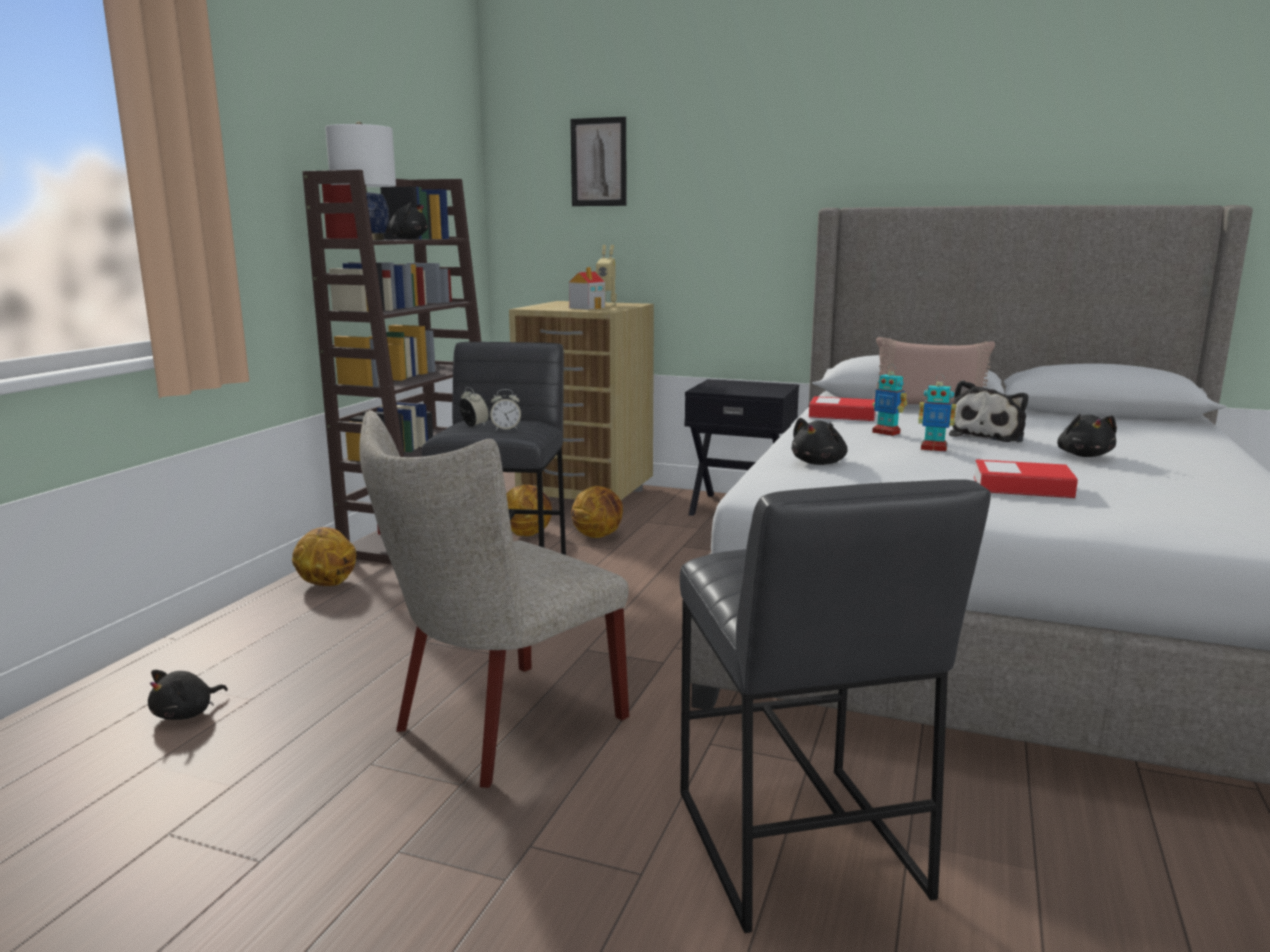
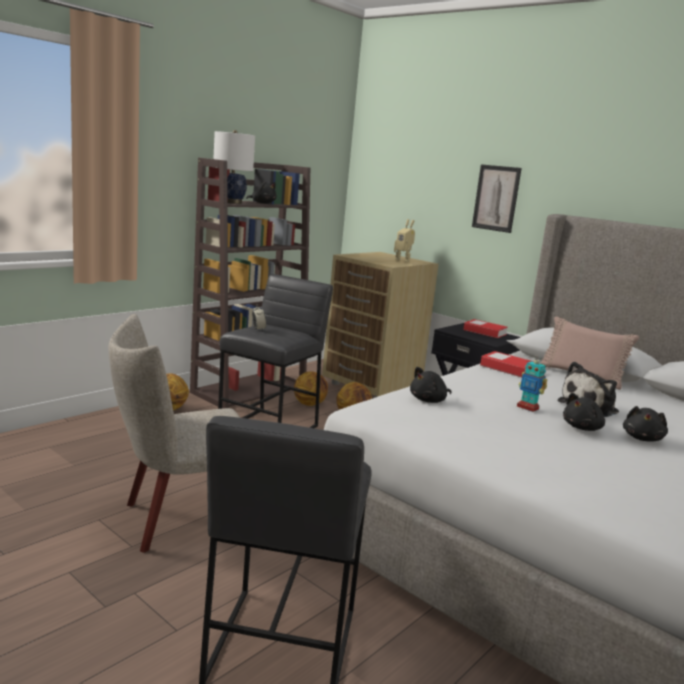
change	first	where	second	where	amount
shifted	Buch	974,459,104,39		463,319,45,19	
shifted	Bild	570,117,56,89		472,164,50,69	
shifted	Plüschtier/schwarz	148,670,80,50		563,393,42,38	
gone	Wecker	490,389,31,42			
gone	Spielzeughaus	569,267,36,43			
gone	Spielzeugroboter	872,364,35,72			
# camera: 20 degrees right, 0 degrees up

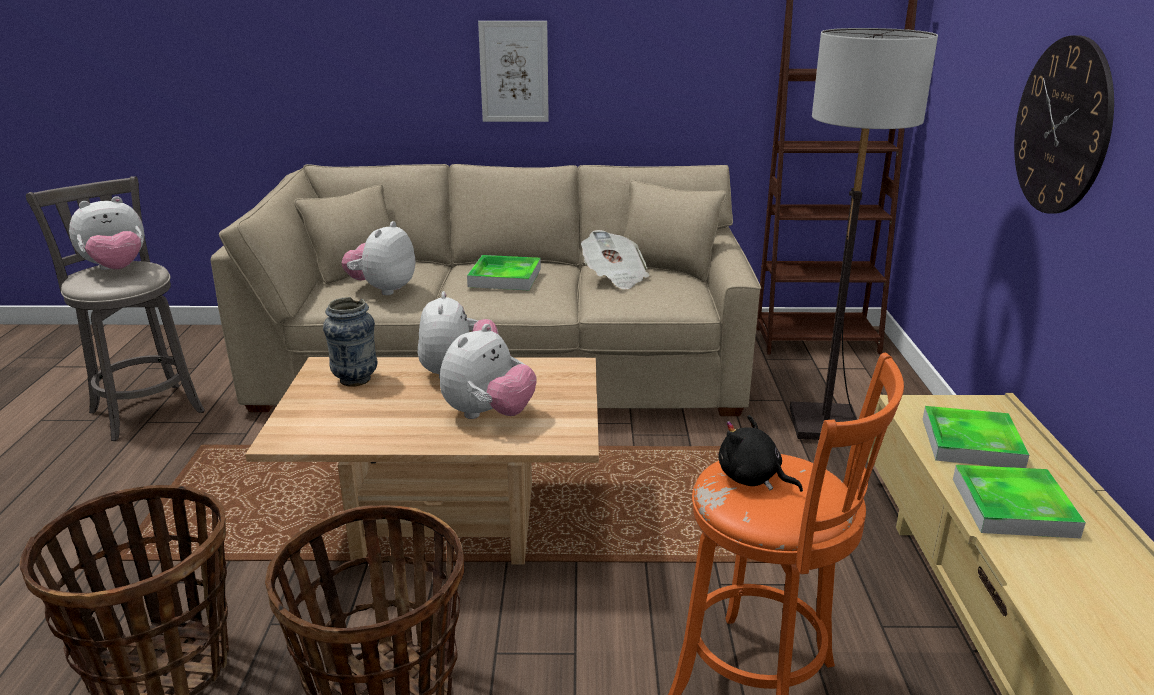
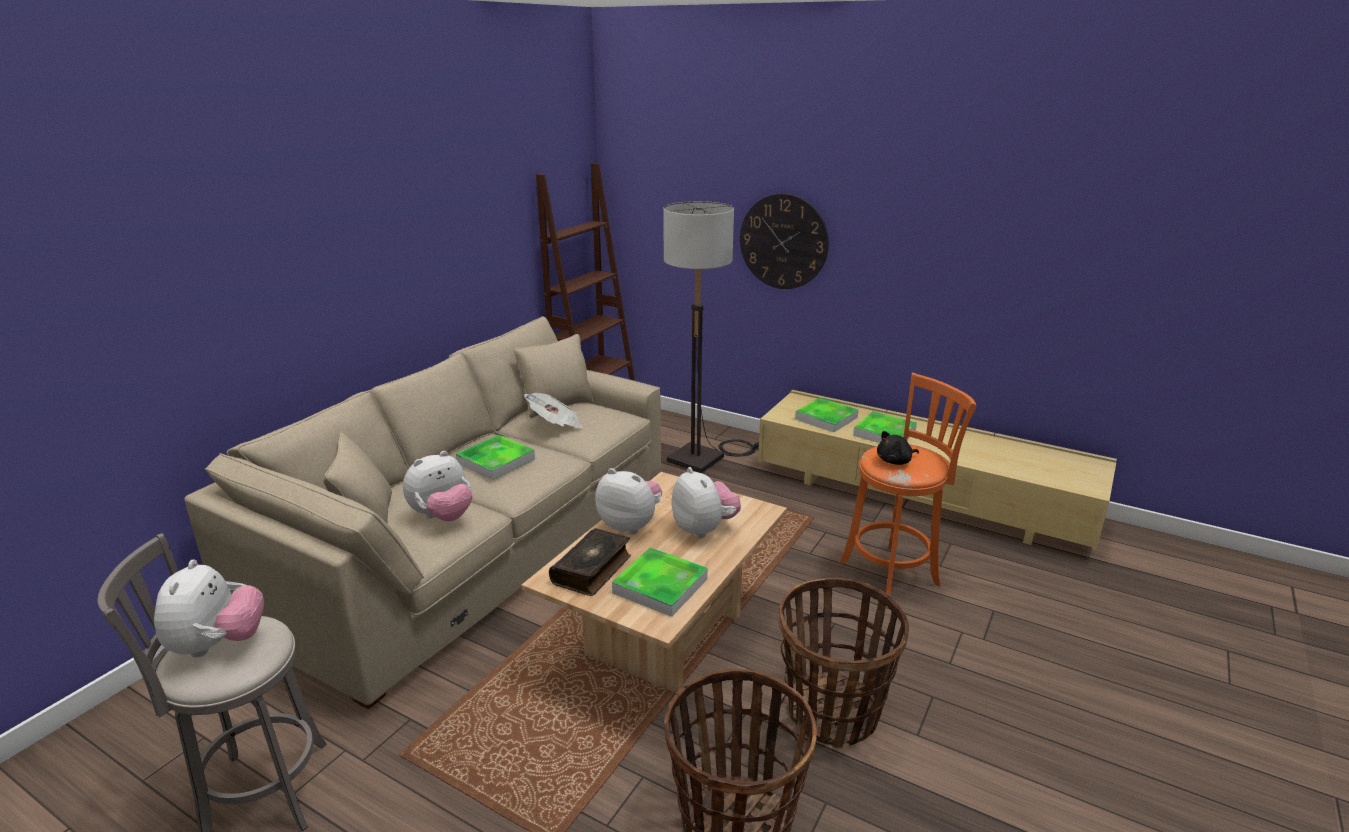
change	first	where	second	where	amount
rotated	Plüschtier	342,221,74,74		403,451,69,70	90 degrees counterclockwise
swapped	Vase	323,297,54,90	Buch	549,528,82,68	
new			Tablett	612,548,96,69	
gone	Bild	478,21,71,101			
# camera: 60 degrees left, 0 degrees up

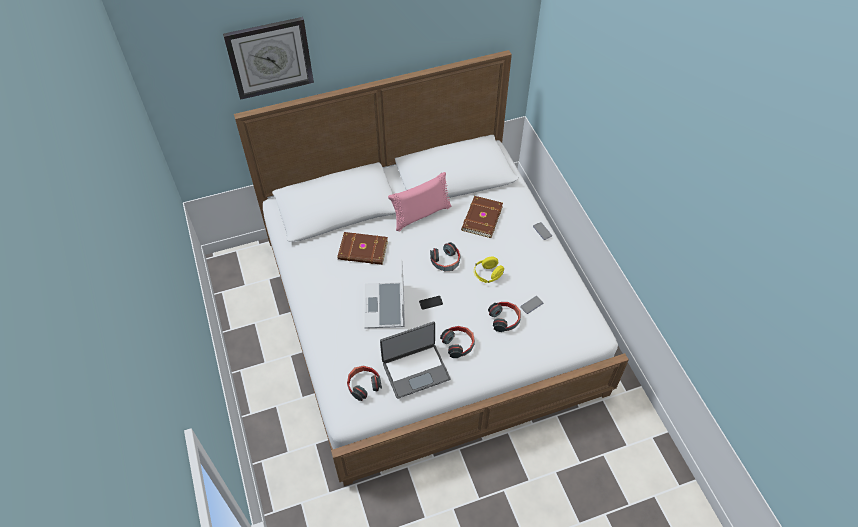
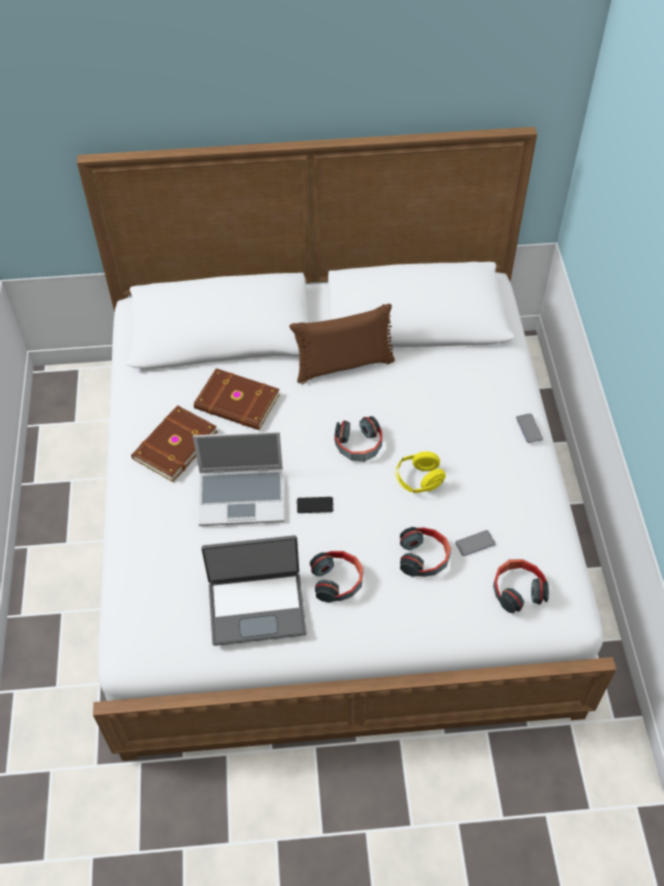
change	first	where	second	where	amount
shifted	Buch/braun	461,196,42,42		131,405,87,77	
rotated	Laptop	364,260,41,69		193,431,91,95	105 degrees counterclockwise
repainted	Kissen/rosa	388,172,63,59	Kissen/braun	289,304,106,80	
shifted	Kopfhörer	347,366,35,35		493,559,56,55	
gone	Wanduhr	223,17,91,83			
# camera: 15 degrees right, 0 degrees up

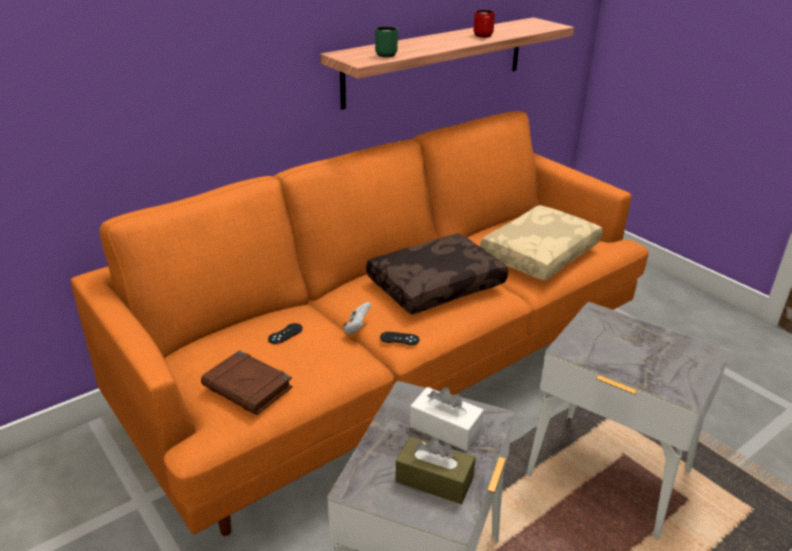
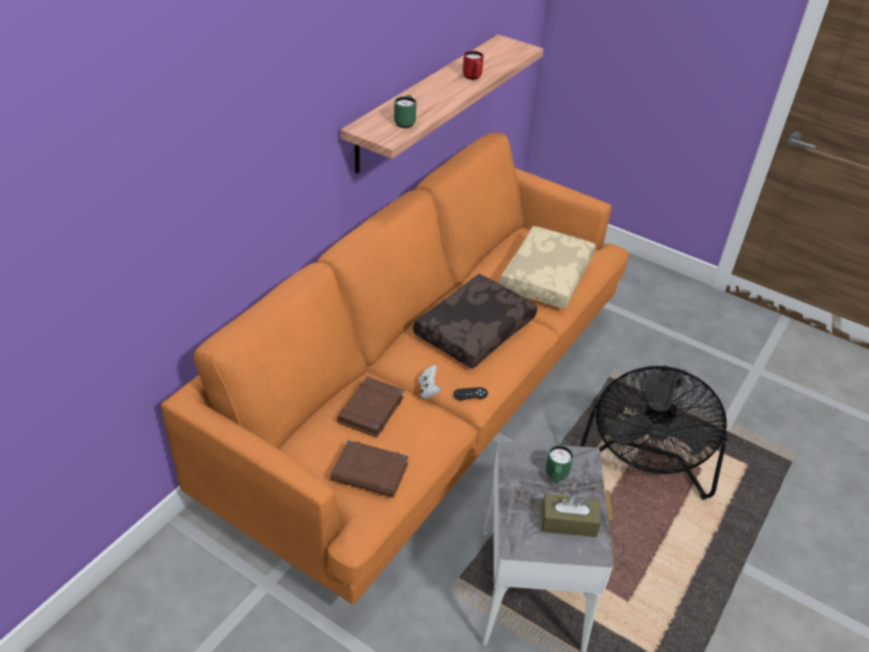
change	first	where	second	where	amount
swapped	Gamepad/schwarz	268,323,35,21	Buch/braun	337,377,67,61	
swapped	Taschentuchbox/weiß	410,387,74,64	Henkelbecher/grün	546,445,27,39	
swapped	Beistelltisch	526,302,204,238	Ventilator/schwarz	580,364,149,136	
# camera: 20 degrees left, 10 degrees up

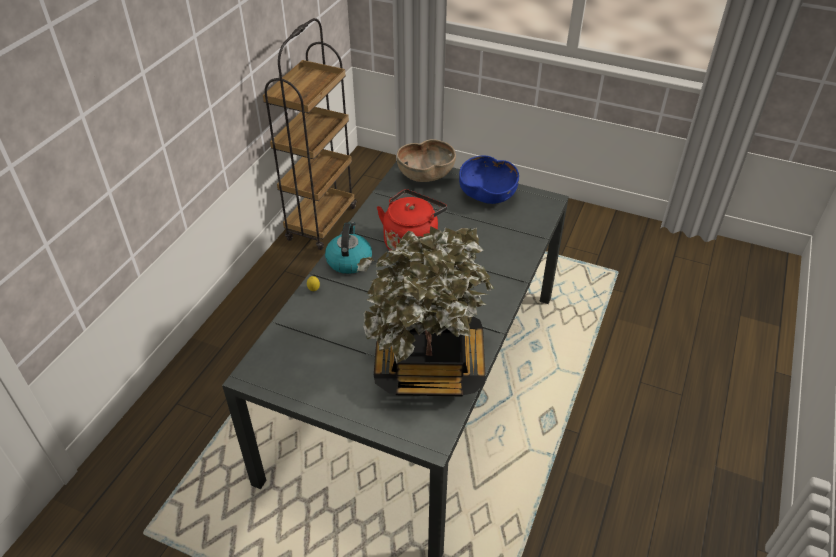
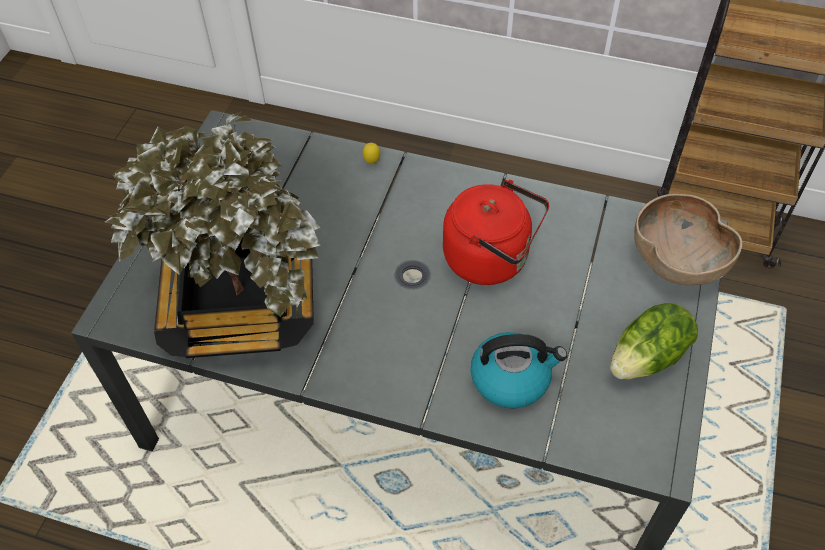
change	first	where	second	where	amount
shifted	Wasserkessel	325,222,47,52		471,332,96,76	
swapped	Schüssel/blau	459,156,60,48	Salatkopf	610,303,88,77	
# camera: 85 degrees right, 10 degrees up

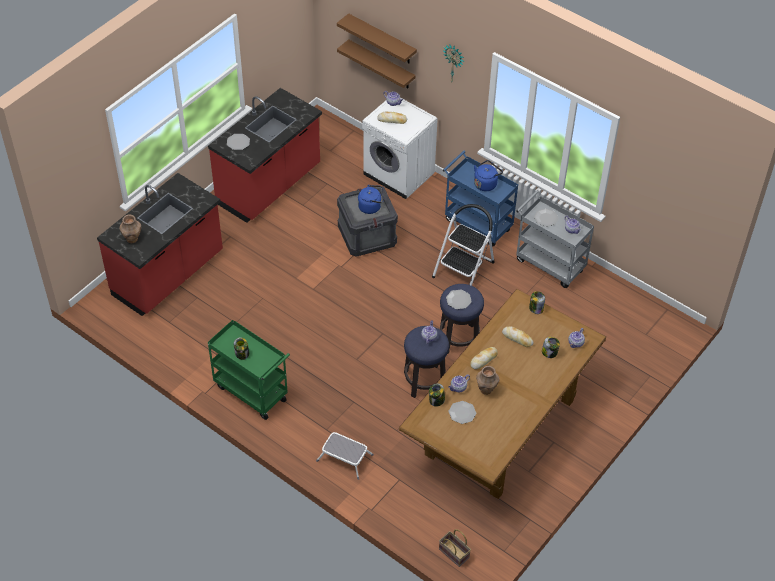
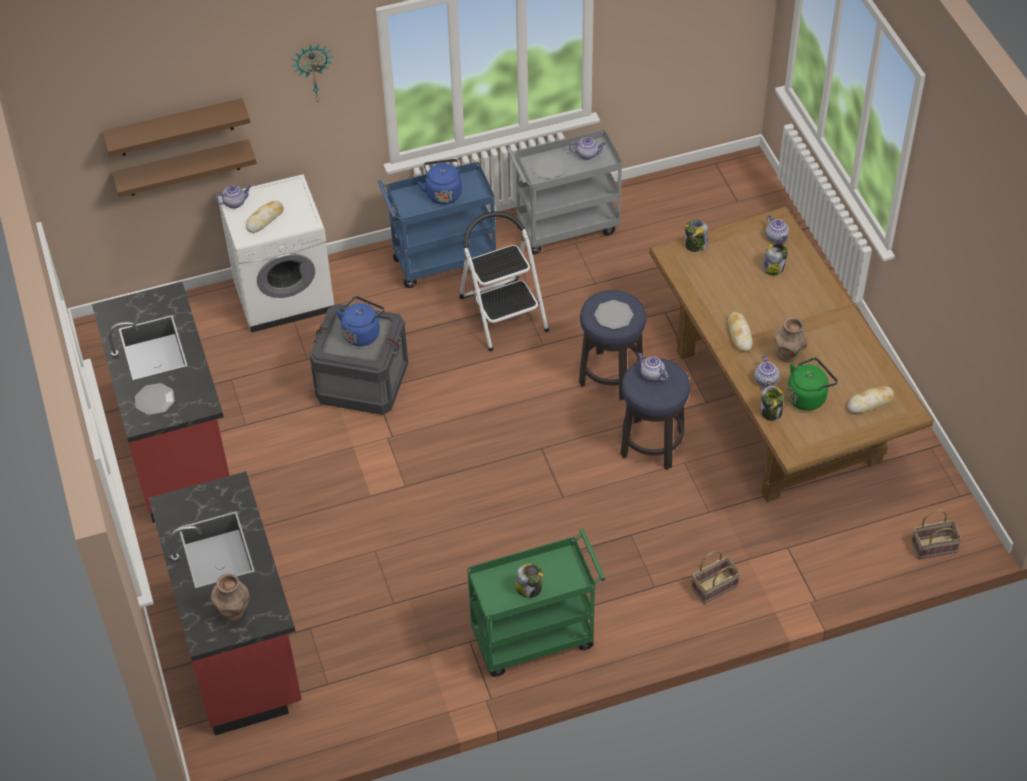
change	first	where	second	where	amount
swapped	Trittleiter/grau	316,432,58,48	Korb	691,550,49,54	
swapped	Teller	449,401,27,23	Wasserkessel/grün	787,357,51,54	
shifted	Brot	502,326,32,21		847,386,47,27	
# camera: 55 degrees left, 0 degrees up

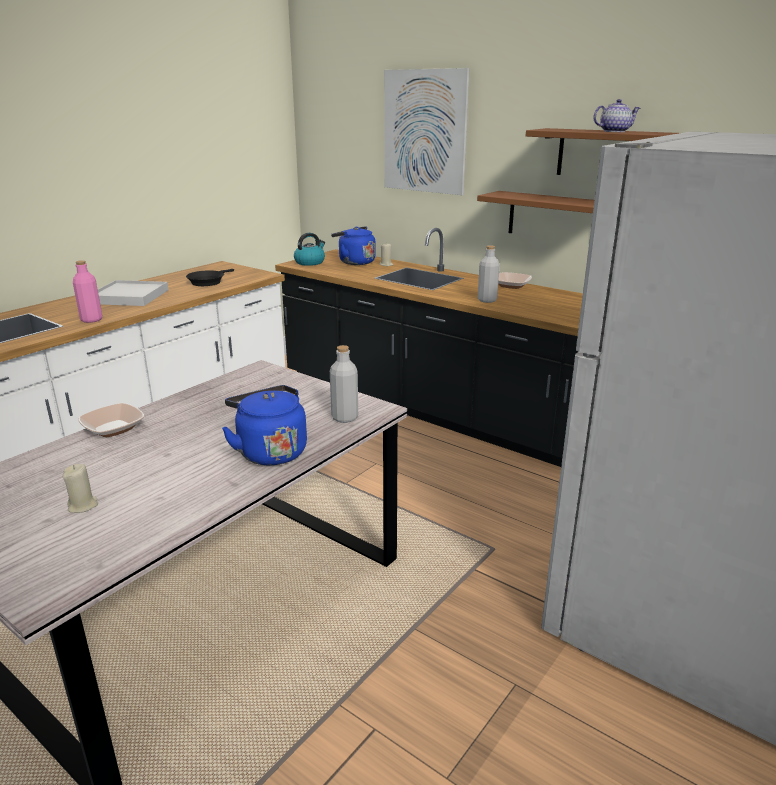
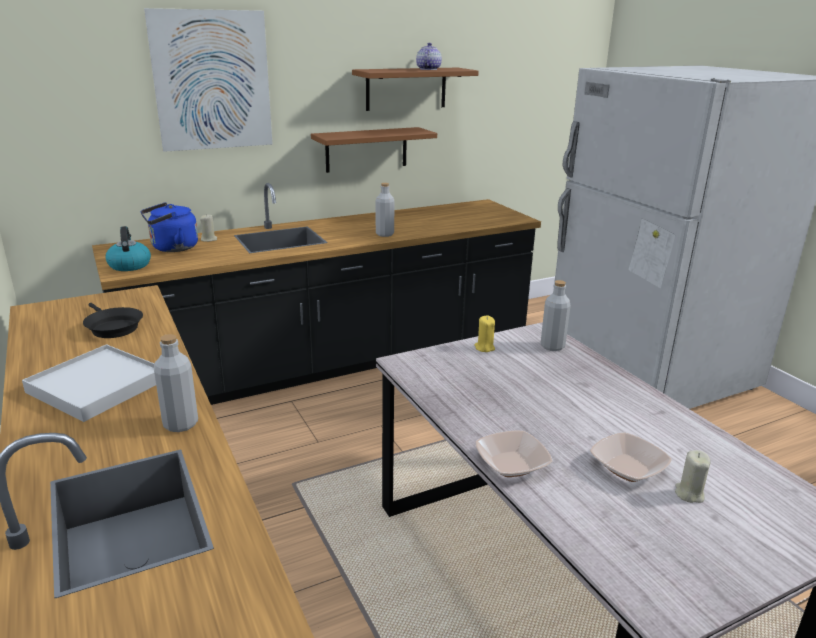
change	first	where	second	where	amount
repainted	Flasche/rosa	73,260,29,63	Flasche/grau	154,334,44,98	
new			Kerze/gelb	474,316,21,36	
shifted	Schüssel	498,272,34,17		590,432,82,50	
gone	Wasserkessel/blau	222,385,85,81			
# camera: 65 degrees left, 0 degrees up

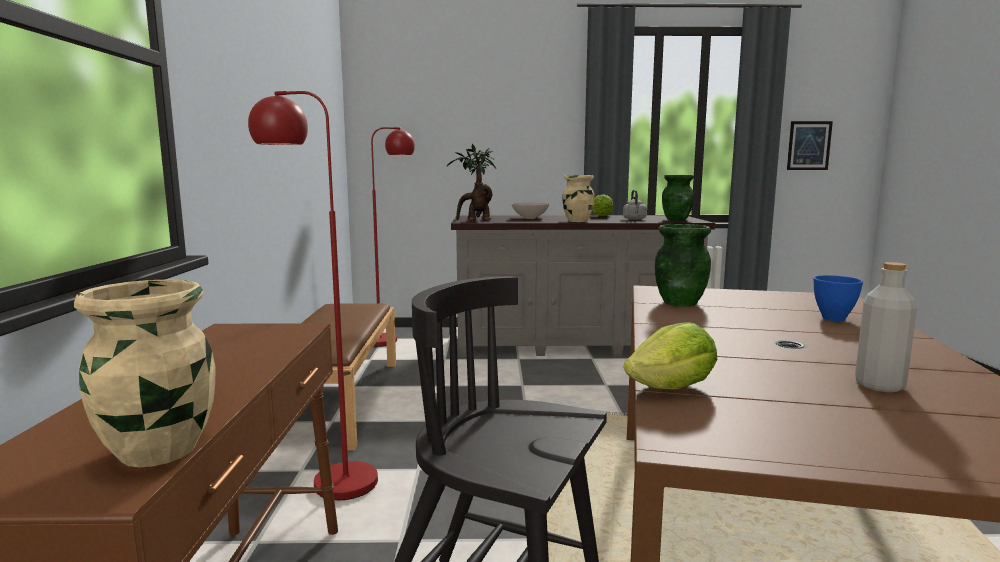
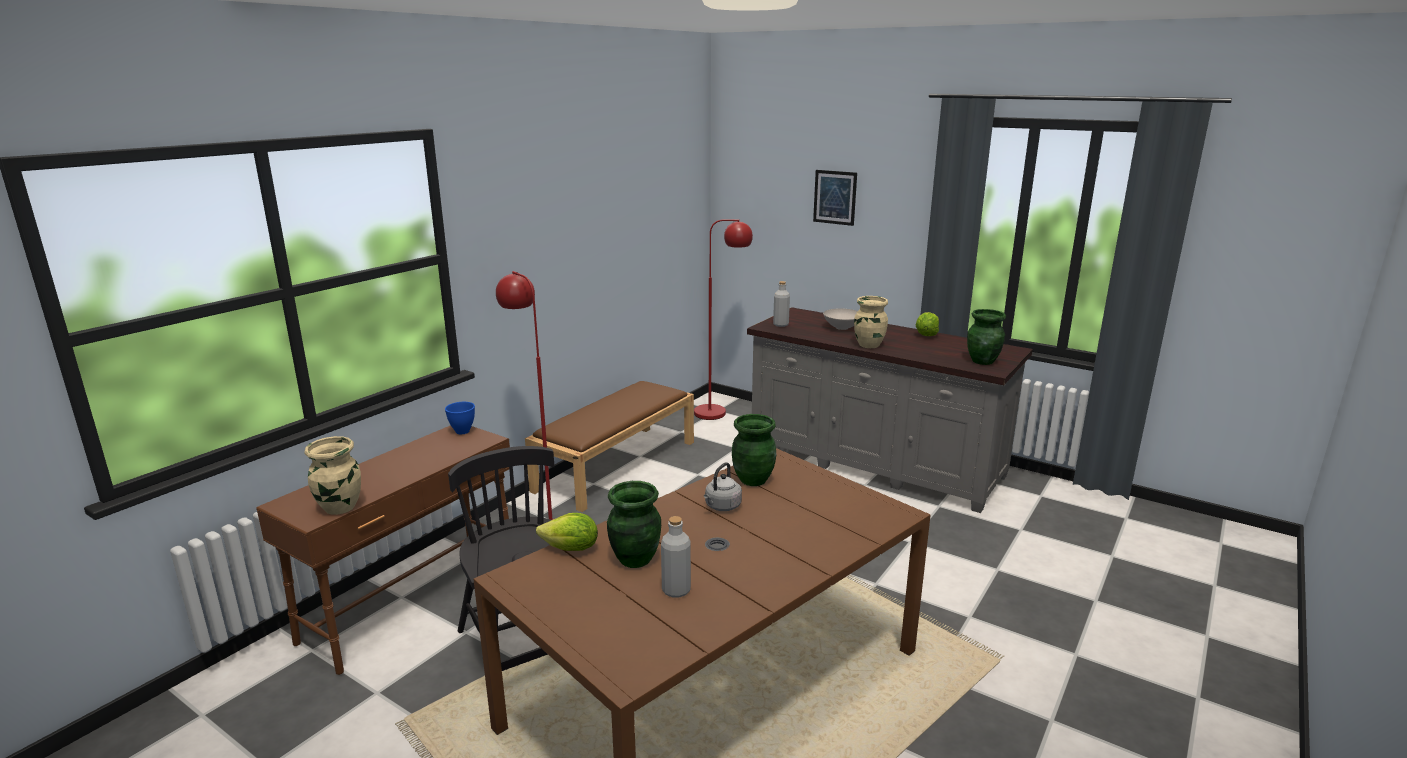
change	first	where	second	where	amount
shifted	Schüssel/blau	813,275,50,46		445,402,30,32	
new			Vase/grün	607,481,54,87	
shifted	Wasserkessel/grau	623,190,24,30		704,462,38,49	
swapped	Topfpflanze	447,144,49,76	Flasche/grau	773,281,17,46	
shifted	Bild	787,121,46,49		813,170,44,56	
# camera: 35 degrees right, 10 degrees up

